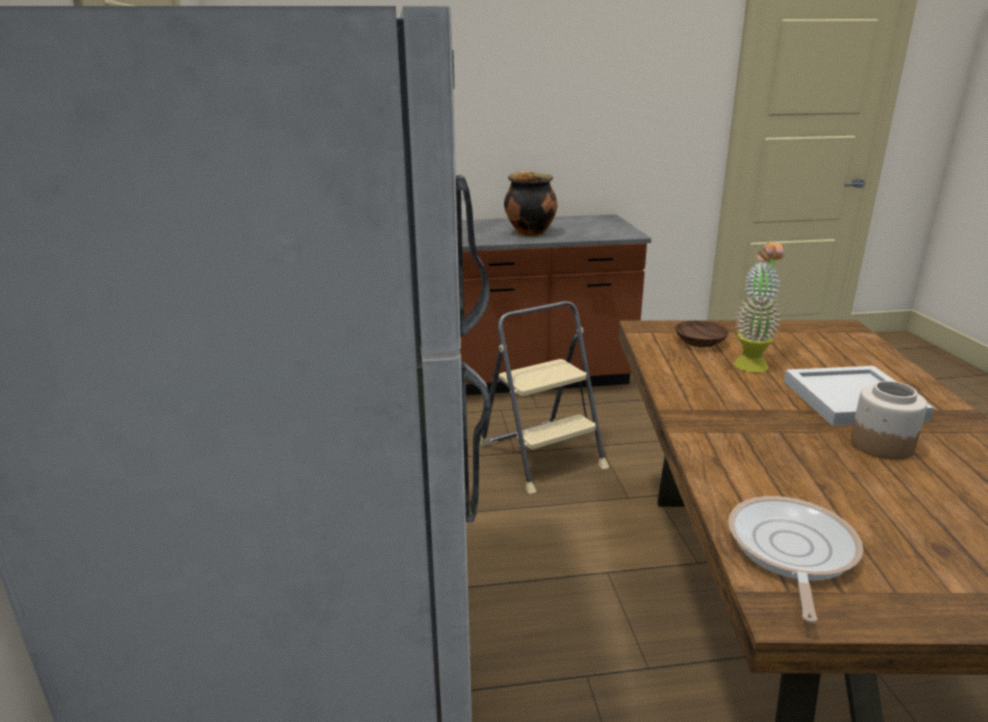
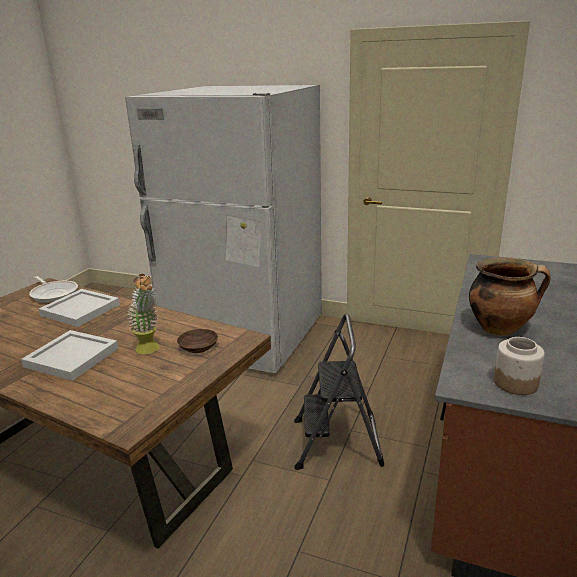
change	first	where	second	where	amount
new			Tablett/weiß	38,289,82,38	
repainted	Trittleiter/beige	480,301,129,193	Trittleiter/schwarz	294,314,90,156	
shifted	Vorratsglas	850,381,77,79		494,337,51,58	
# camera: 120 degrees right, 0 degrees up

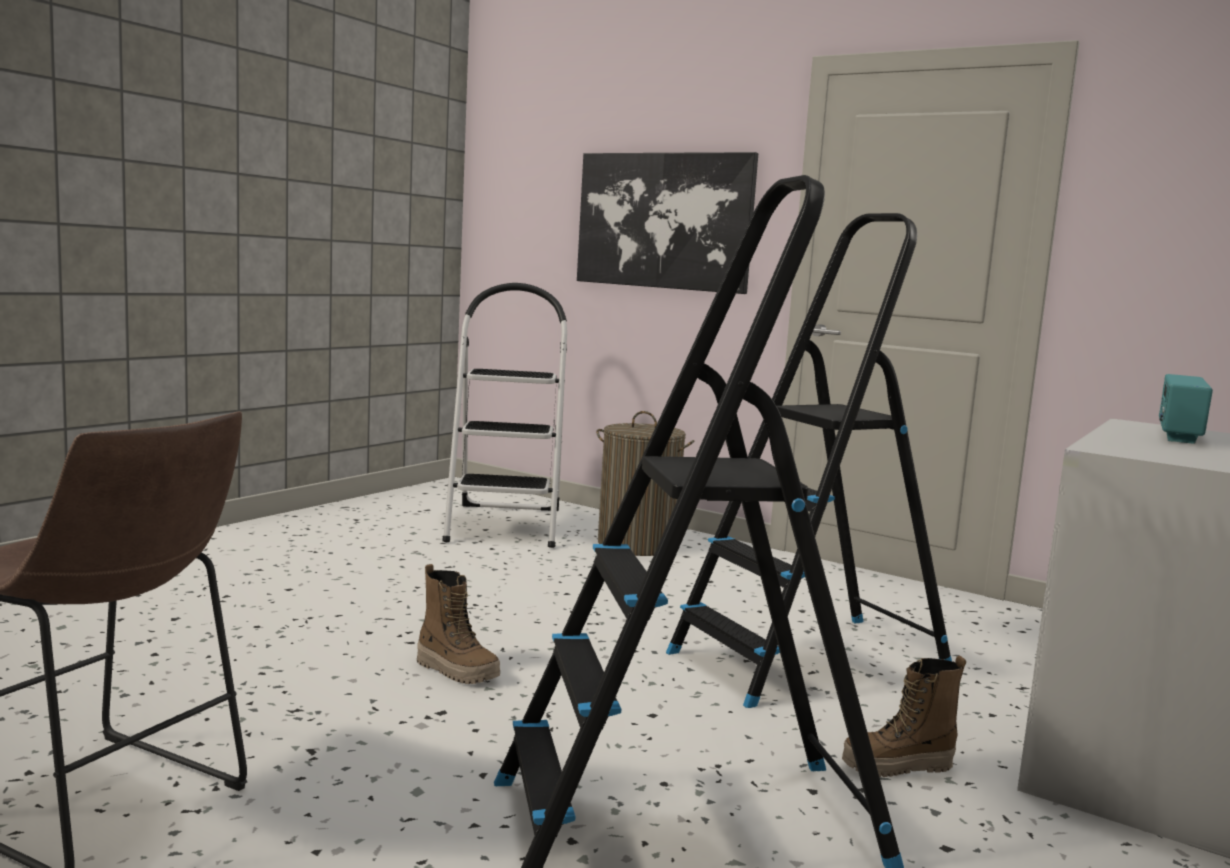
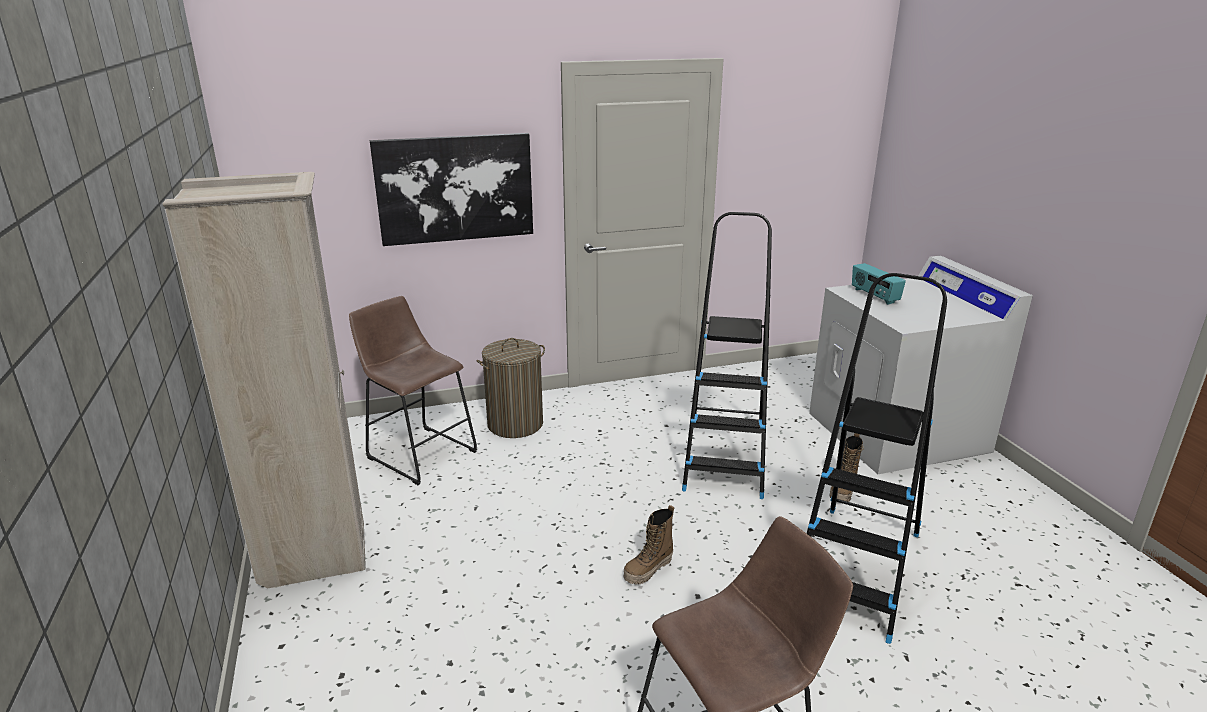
change	first	where	second	where	amount
new			Schrank/beige	162,172,204,417	
swapped	Trittleiter	442,283,125,265	Hocker/braun	349,296,128,189	
rotated	Stiefel	417,564,83,120		624,505,50,80	150 degrees clockwise
# camera: 50 degrees left, 15 degrees up

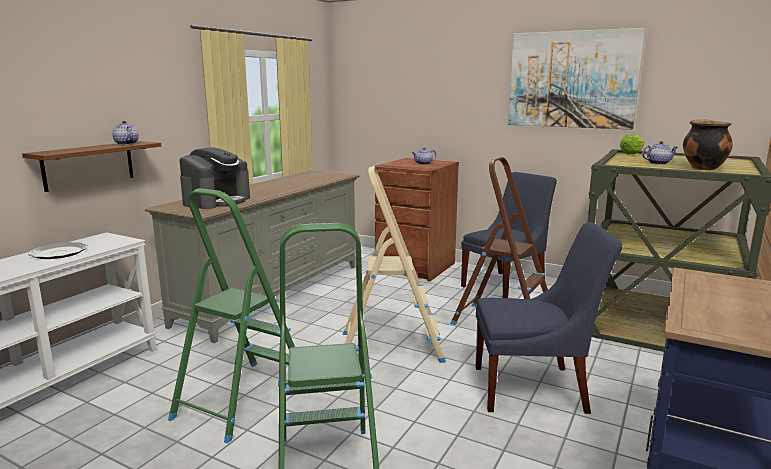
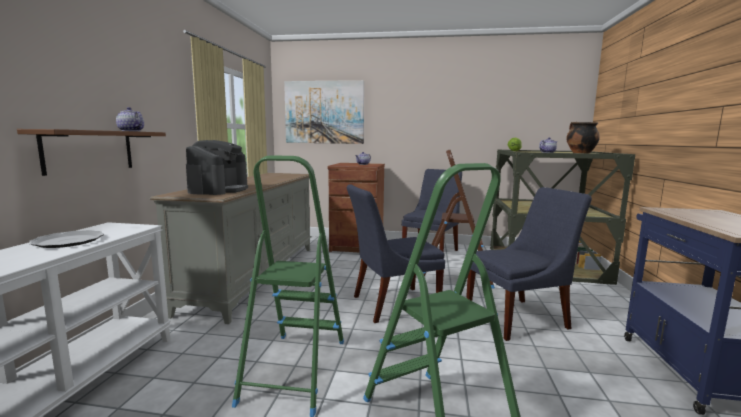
change	first	where	second	where	amount
shifted	Bild	508,28,137,101		284,80,80,64	
swapped	Trittleiter/beige	343,166,103,197	Stuhl/blau	347,184,98,139	
# camera: 20 degrees left, 5 degrees down

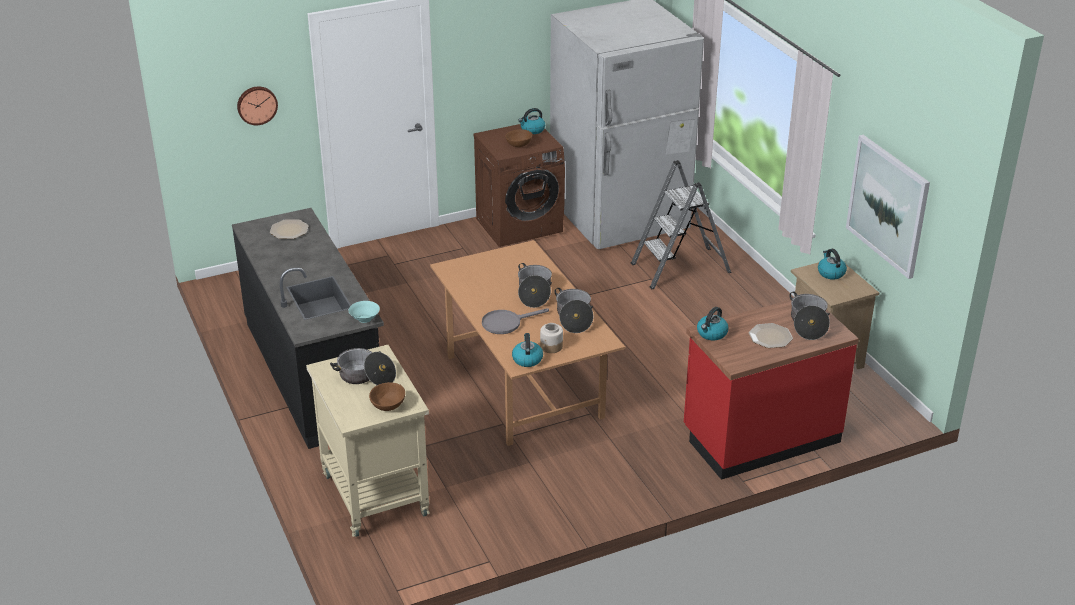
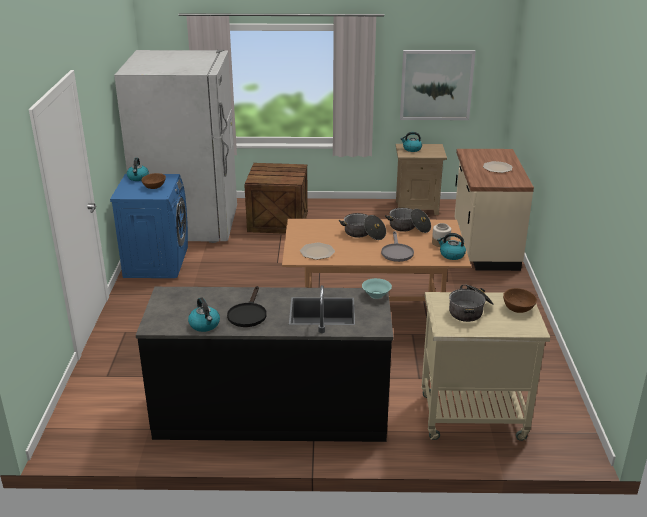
change	first	where	second	where	amount
repainted	Waschmaschine/braun	474,124,91,123	Waschmaschine/blau	110,174,78,104	
shifted	Wasserkessel	697,307,32,33		188,297,32,35	
new			Pfanne/schwarz	227,286,40,41	
swapped	Trittleiter/grau	631,160,101,129	Kiste	244,163,64,71	
shifted	Teller	270,219,39,20		300,243,35,17	
repainted	Küchenzeile/rot	684,300,175,180	Küchenzeile/beige	454,149,80,122	
gone	Wanduhr	237,86,41,39			
gone	Kochtopf	789,292,41,48			
# camera: 65 degrees left, 5 degrees down

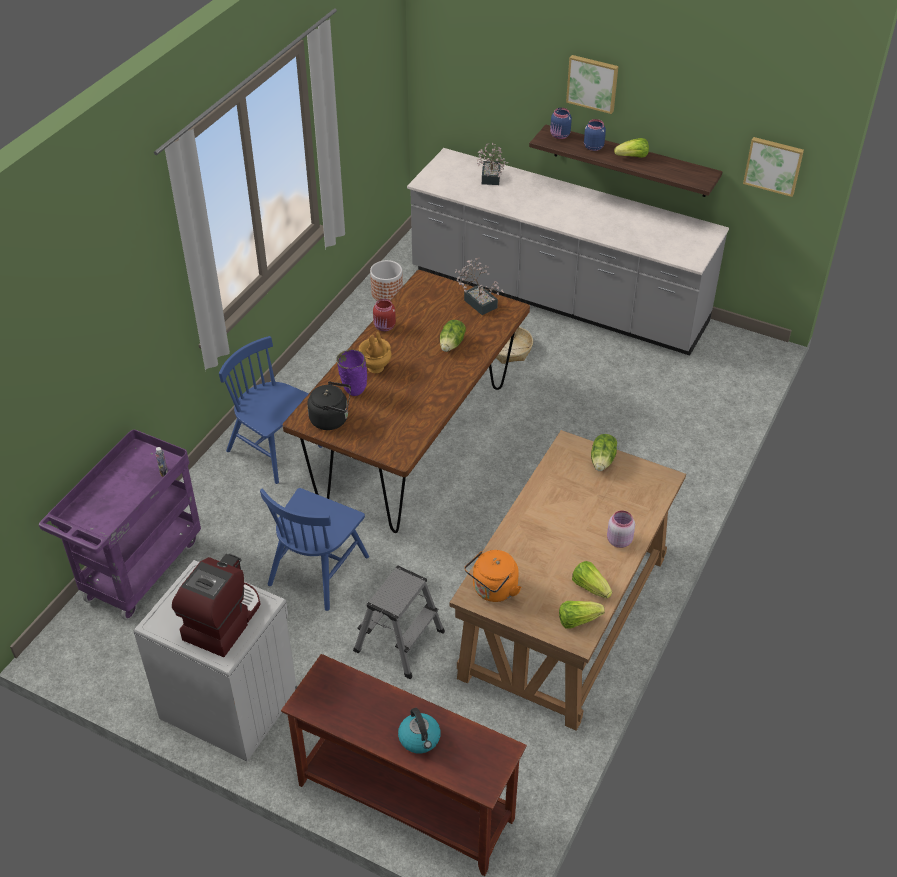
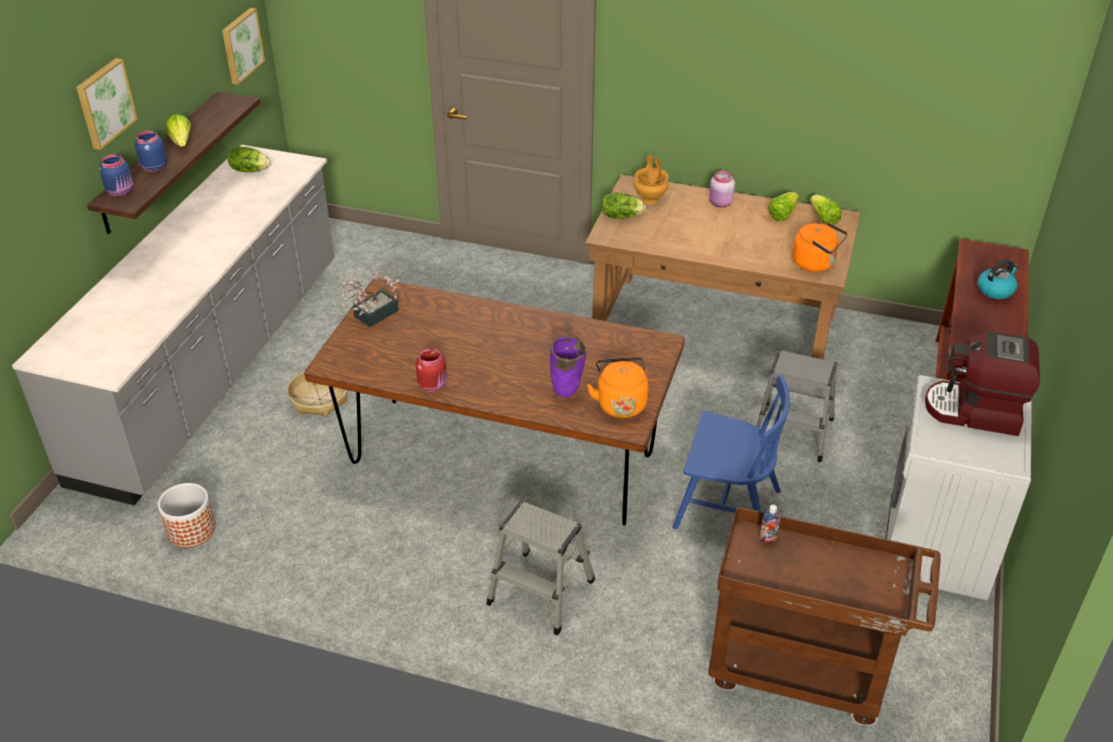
change	first	where	second	where	amount
shifted	Salatkopf	440,320,26,32		228,147,43,25	
swapped	Stuhl/blau	219,336,103,148	Trittleiter/grau	486,500,109,135	
repainted	Wasserkessel/schwarz	307,381,44,49	Wasserkessel/orange	587,357,61,61	
shifted	Vase/braun	359,331,32,42		634,155,35,50	
repainted	Rollwagen/lila	39,430,162,190	Rollwagen/braun	708,508,233,218	
gone	Topfpflanze	477,143,31,42			
# camera: 100 degrees left, 5 degrees down

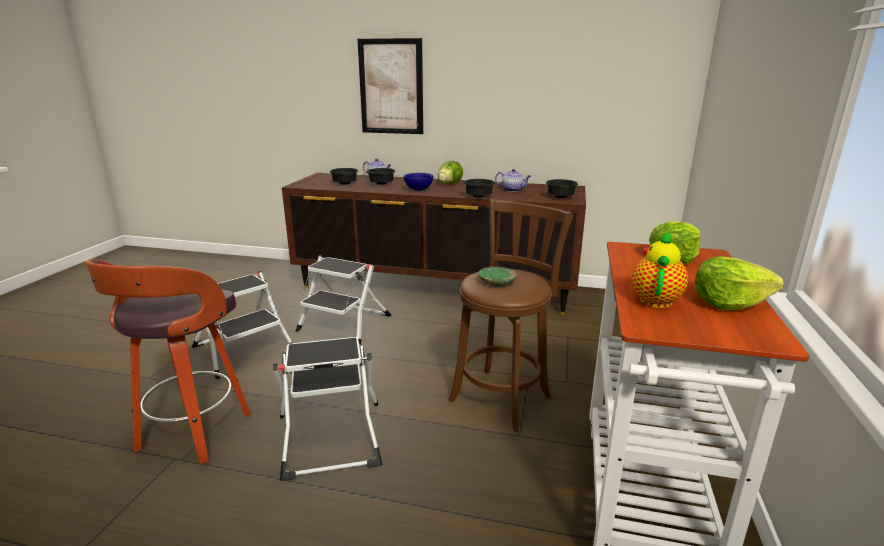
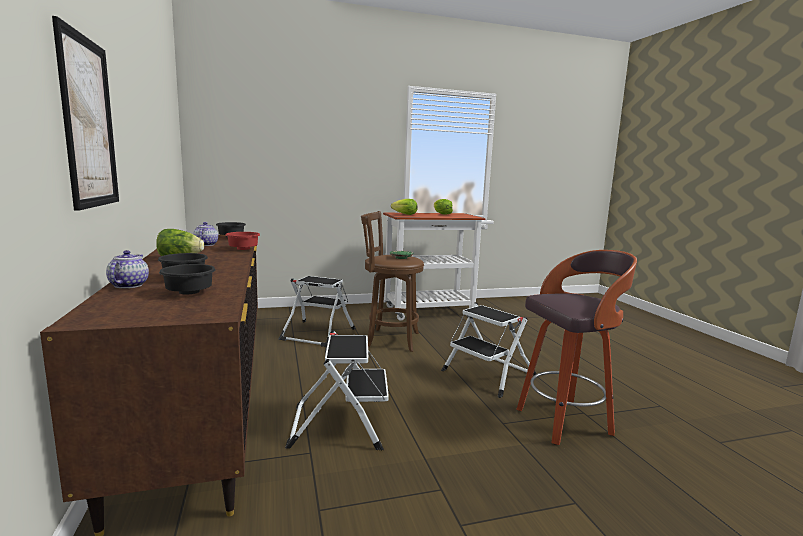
change	first	where	second	where	amount
repainted	Schüssel/schwarz	464,179,31,18	Schüssel/rot	225,232,35,18	
shifted	Trittleiter	192,271,101,108		278,276,78,71	
gone	Schüssel/blau	404,173,30,18			
gone	Teekanne	632,231,56,77			
# camera: 120 degrees left, 10 degrees down

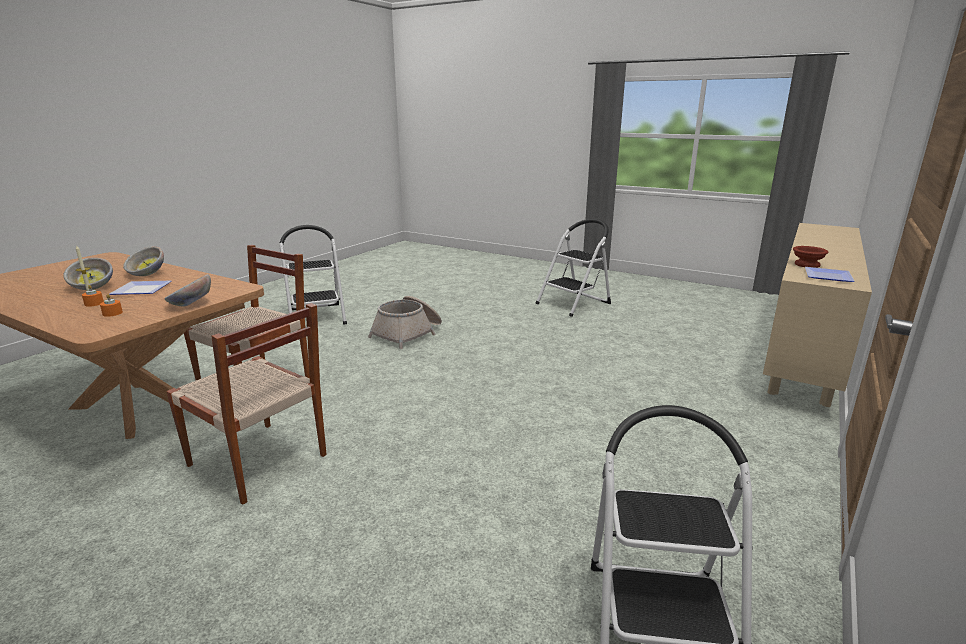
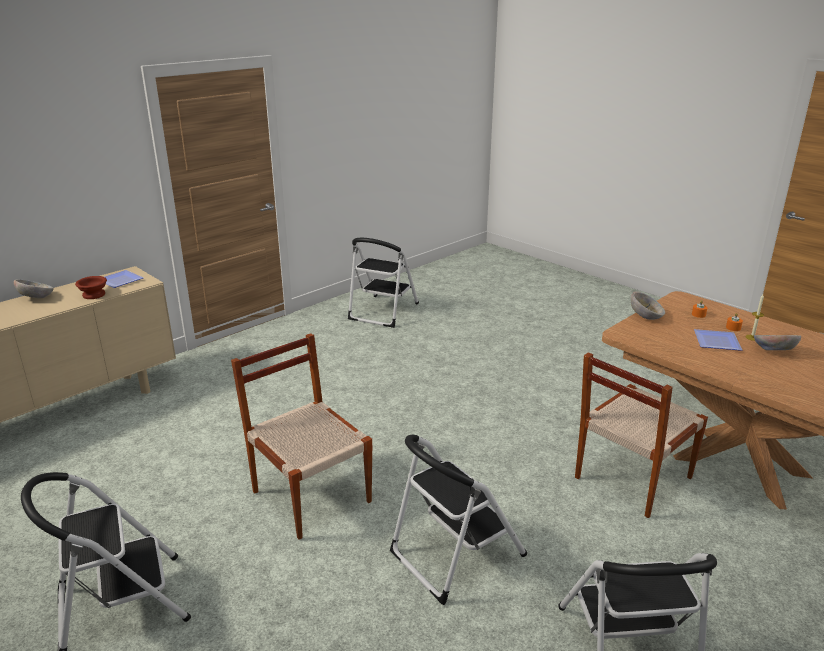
change	first	where	second	where	amount
shifted	Schüssel	123,246,41,30		14,280,40,18	
shifted	Stuhl	166,303,161,202		231,333,141,207	
swapped	Korb	368,296,74,53	Trittleiter	390,435,137,170	
# camera: 165 degrees left, 5 degrees up

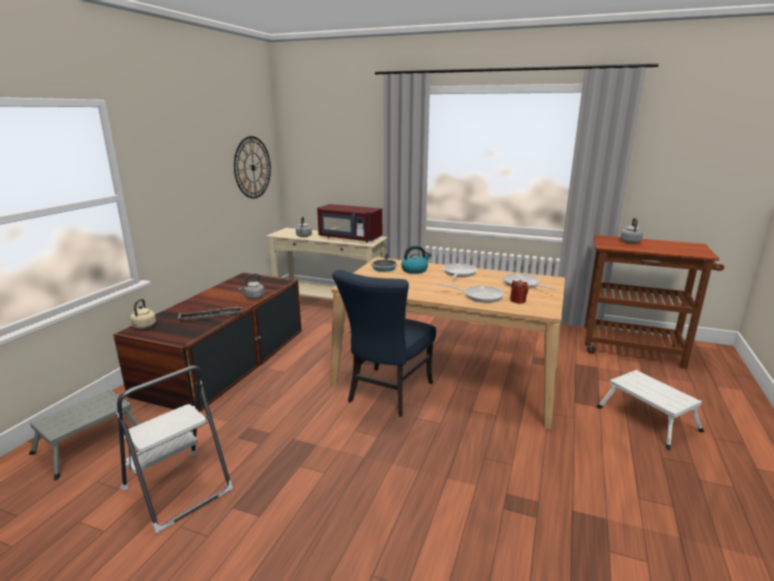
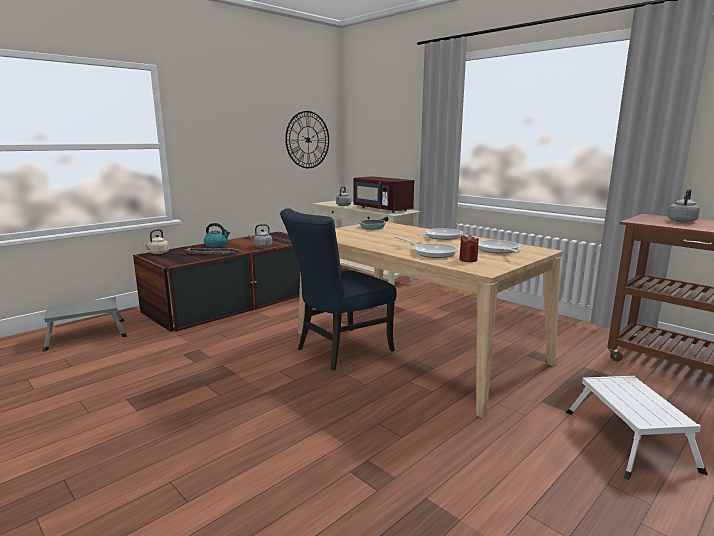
change	first	where	second	where	amount
shifted	Wasserkessel	401,246,30,28		204,223,26,24	
gone	Trittleiter/weiß	116,366,117,167			
# camera: 25 degrees right, 5 degrees down

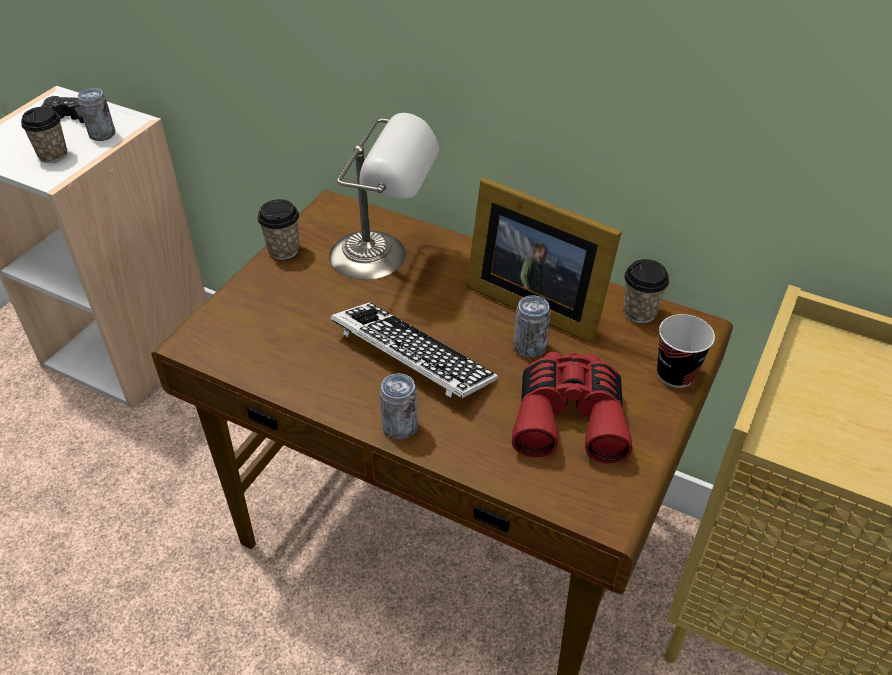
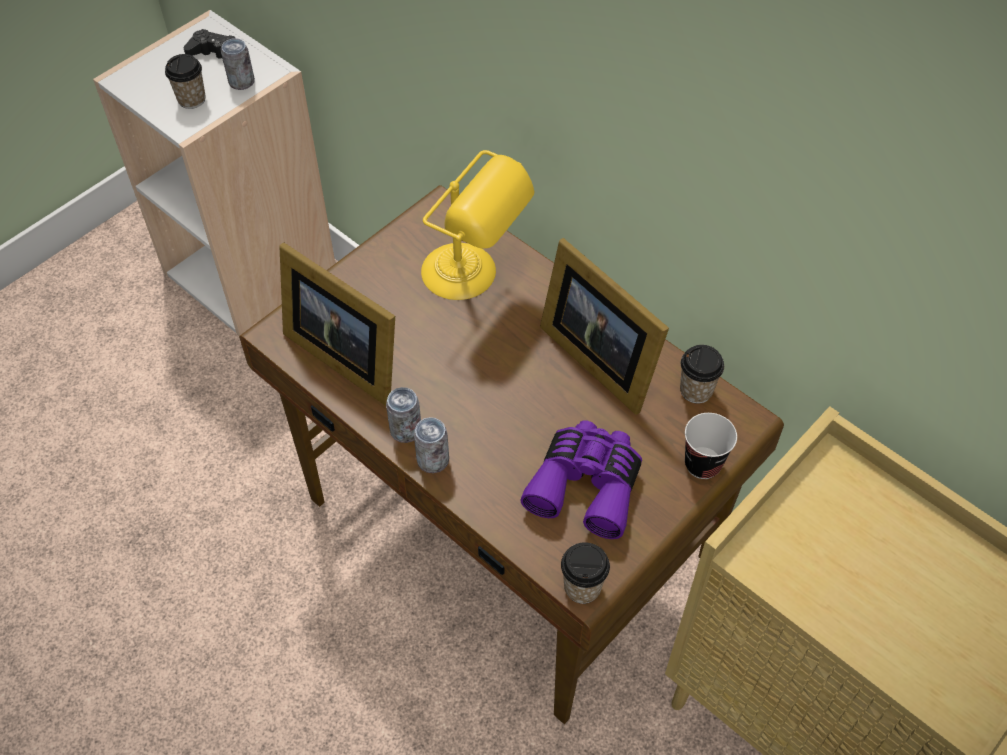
change	first	where	second	where	amount
new			Bilderrahmen	279,242,116,164	
shifted	Dose	513,295,38,63		386,387,35,56	
repainted	Tischlampe/weiß	329,113,110,167	Tischlampe/gelb	421,150,113,150	
repainted	Fernglas/rot	512,352,120,111	Fernglas/lila	520,420,122,119	
shifted	Tasse	258,199,41,61		561,542,49,62	
gone	Tastatur	331,302,167,96			
# camera: 15 degrees right, 10 degrees up

